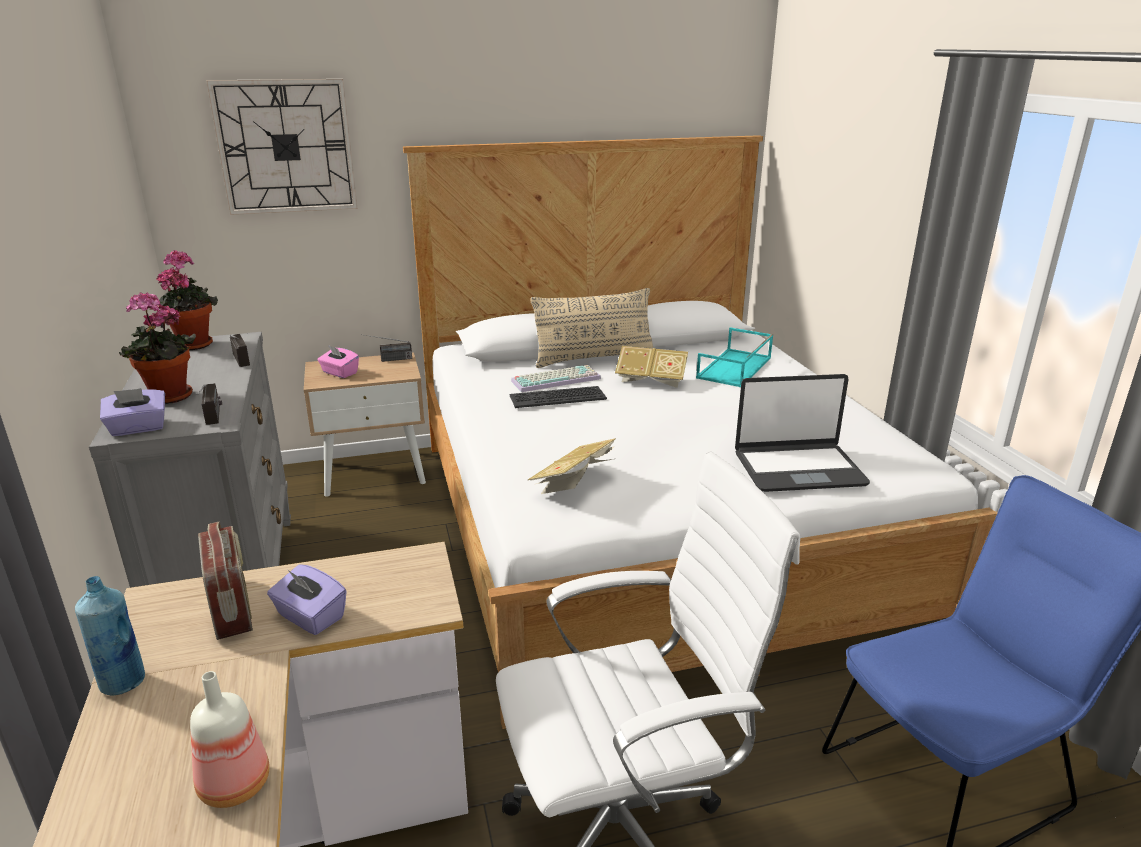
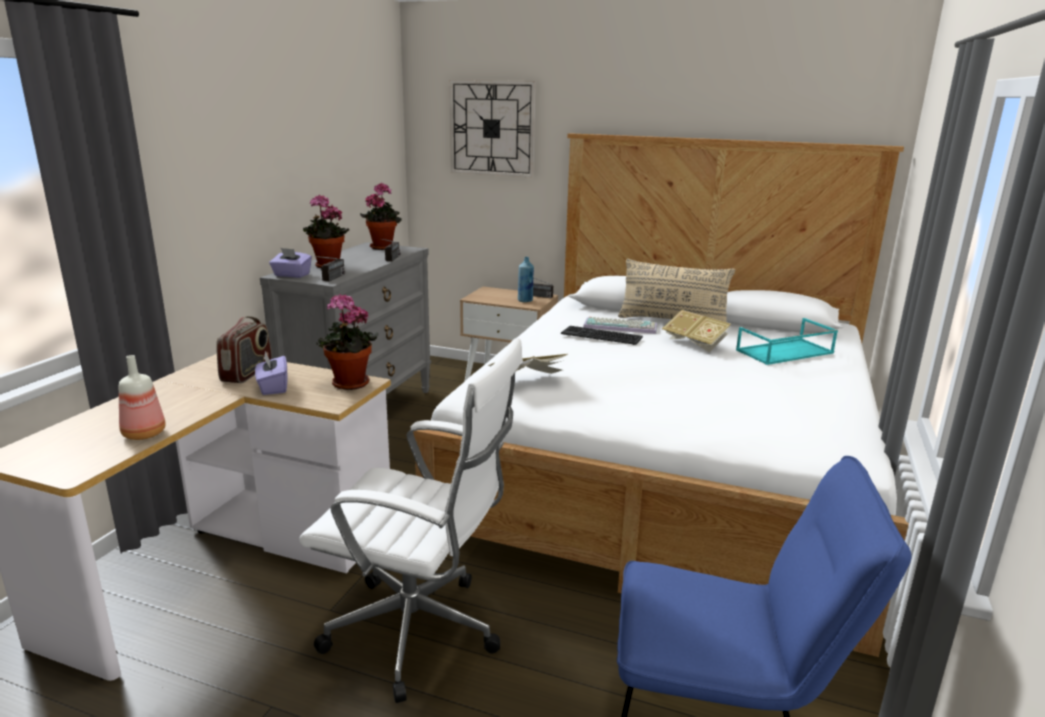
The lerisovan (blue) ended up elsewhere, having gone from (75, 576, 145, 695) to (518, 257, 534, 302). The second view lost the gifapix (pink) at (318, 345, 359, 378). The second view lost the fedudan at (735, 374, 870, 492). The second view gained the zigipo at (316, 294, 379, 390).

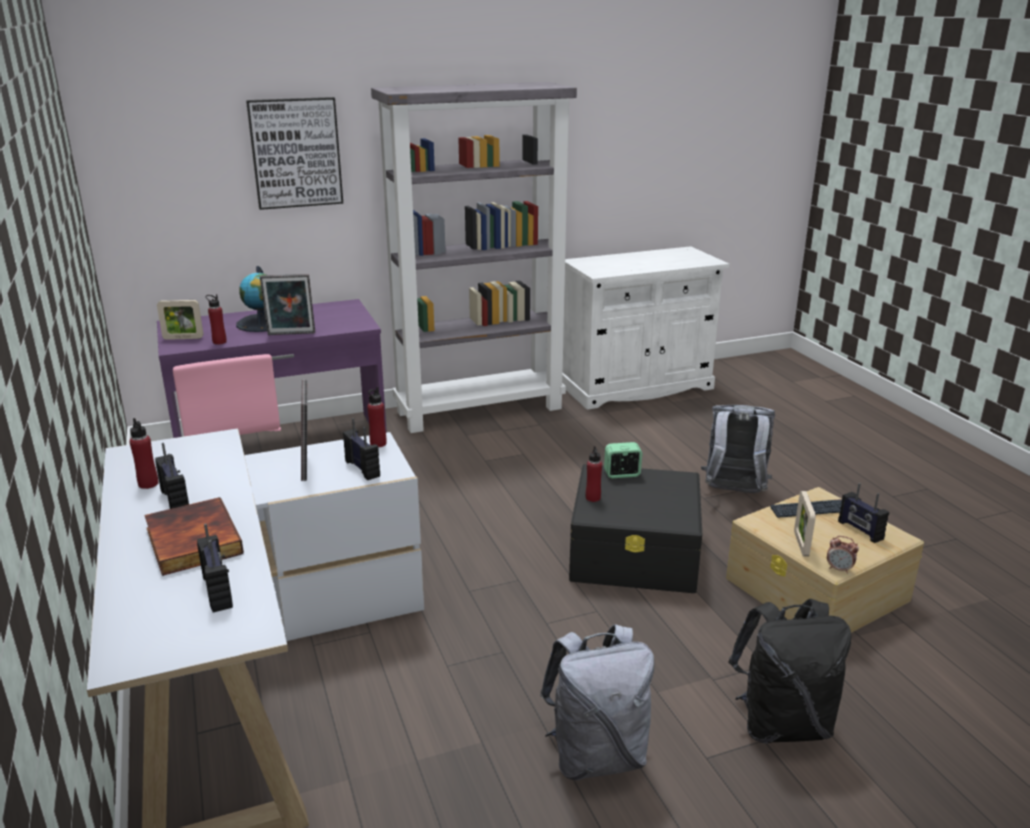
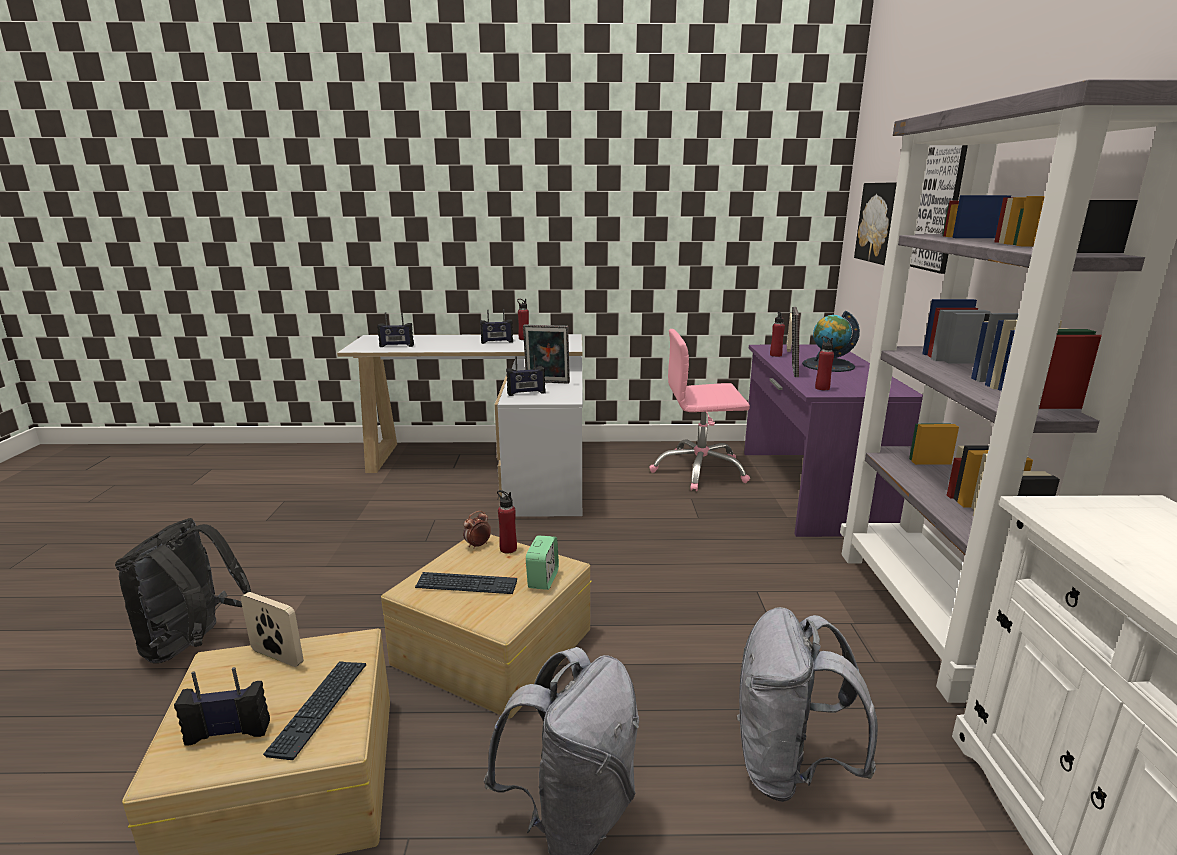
The second view lost the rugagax at (144, 497, 244, 576). The lerisovan (red) ended up elsewhere, having gone from (367, 387, 387, 447) to (815, 336, 834, 390). The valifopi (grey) ended up elsewhere, having gone from (540, 624, 654, 780) to (737, 607, 878, 802). What was the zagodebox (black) at (569, 464, 702, 593) turned into the zagodebox (beige) at (381, 535, 592, 719). The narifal ended up elsewhere, having gone from (827, 536, 859, 574) to (463, 511, 491, 549). The second view gained the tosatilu at (415, 572, 517, 594). The second view gained the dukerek at (854, 182, 897, 265).

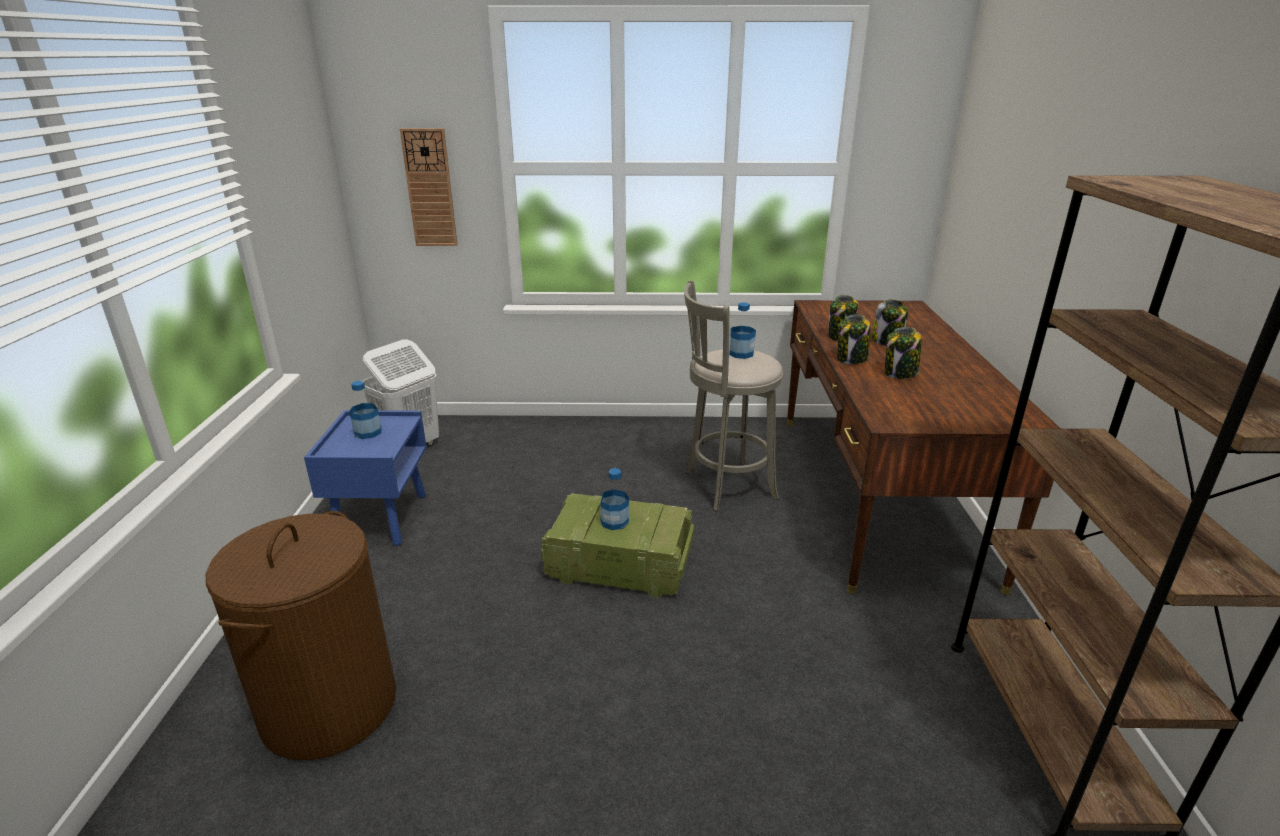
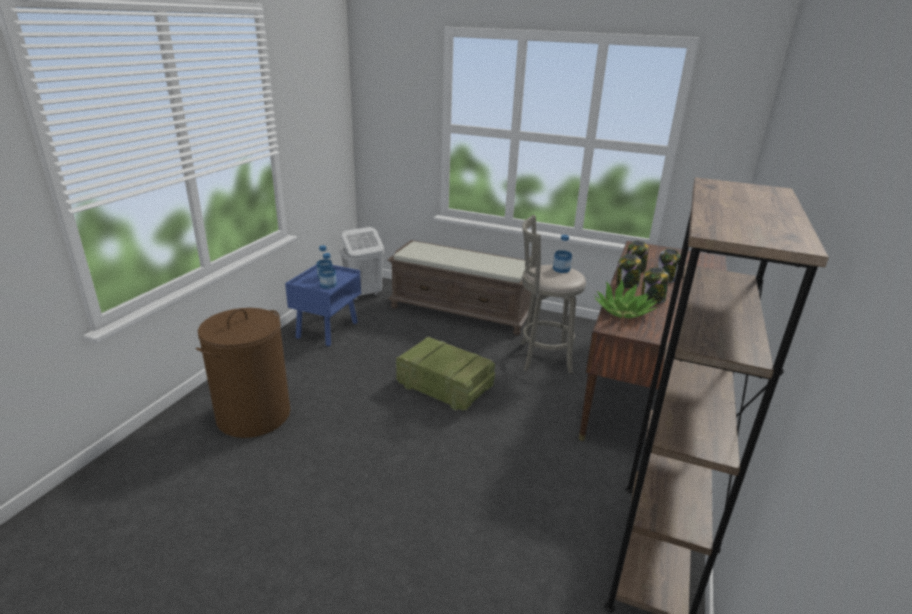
The second view lost the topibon at (400, 128, 457, 246). The lerisovan ended up elsewhere, having gone from (600, 468, 629, 530) to (319, 253, 337, 289). The second view gained the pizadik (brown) at (387, 240, 532, 335). The second view gained the zigipo at (595, 279, 657, 318).

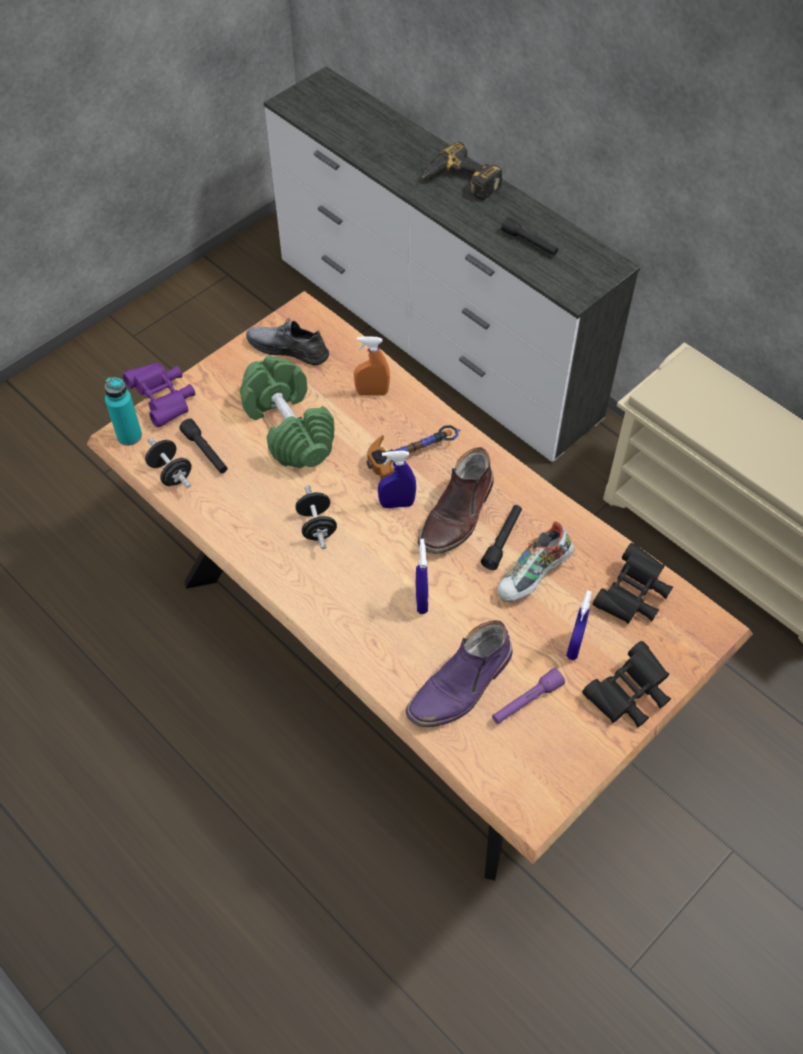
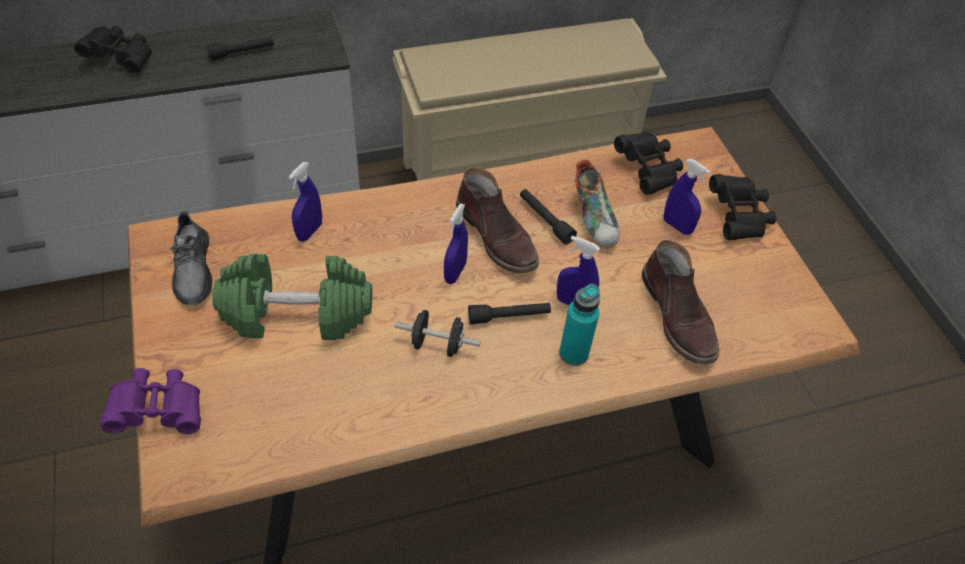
The lerisovan (turquoise) ended up elsewhere, having gone from (105, 377, 142, 446) to (559, 284, 600, 366). The second view lost the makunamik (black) at (145, 437, 192, 488). The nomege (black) ended up elsewhere, having gone from (179, 419, 228, 474) to (468, 303, 551, 325). The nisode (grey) at (246, 318, 329, 365) ended up facing another way, 60 degrees counterclockwise from before. What was the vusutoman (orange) at (354, 337, 390, 396) turned into the vusutoman (blue) at (289, 162, 322, 242). The second view lost the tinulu at (366, 425, 460, 480). What was the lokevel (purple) at (406, 620, 513, 727) turned into the lokevel (brown) at (642, 240, 719, 364). Where the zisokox stood at (421, 142, 502, 200), the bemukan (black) came to stand at (74, 26, 152, 73). The second view lost the nomege (purple) at (492, 668, 565, 724).

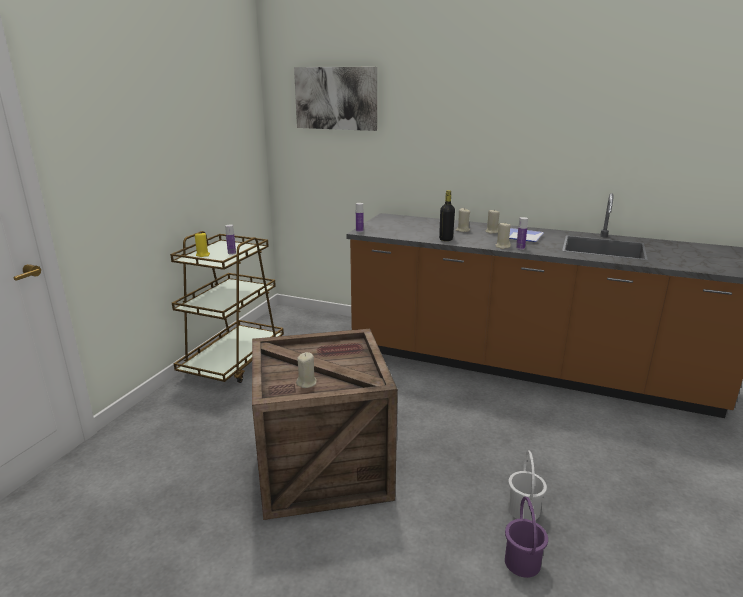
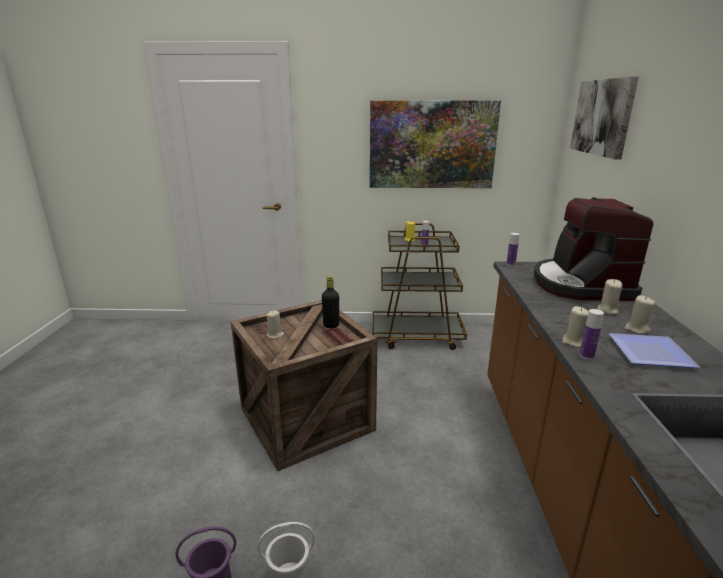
The lerisovan (black) ended up elsewhere, having gone from (439, 190, 455, 241) to (322, 276, 339, 328). The second view gained the dukerek at (370, 101, 501, 188). The second view gained the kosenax at (534, 197, 653, 301).

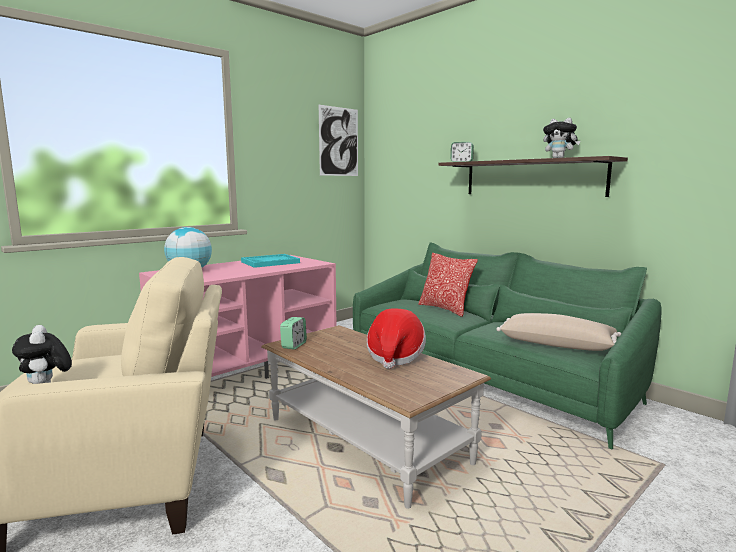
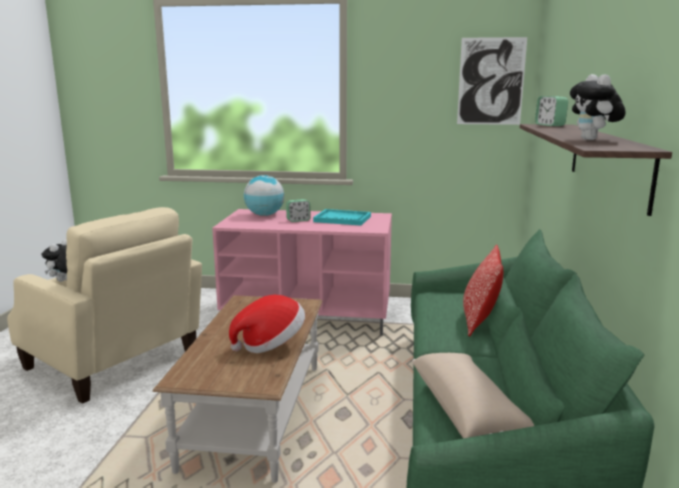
The narifal ended up elsewhere, having gone from (280, 317, 307, 349) to (286, 199, 311, 222).

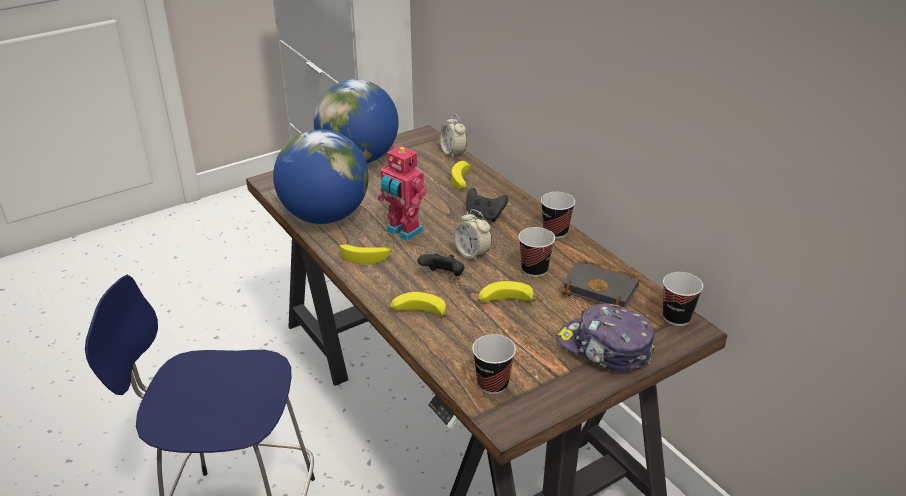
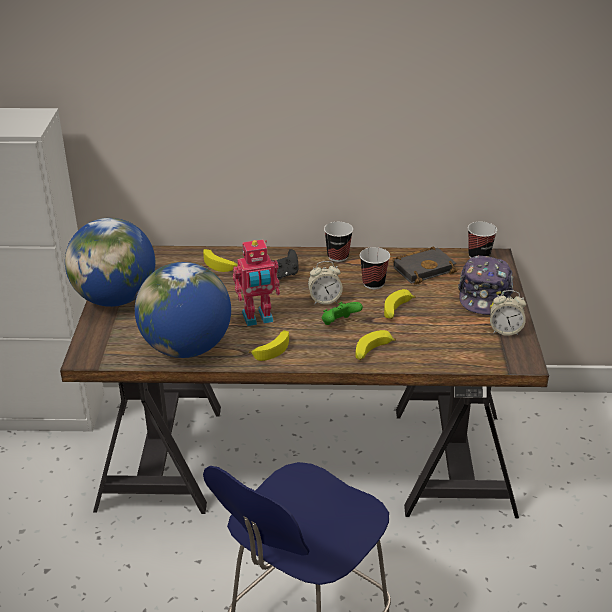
What was the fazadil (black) at (417, 254, 464, 276) turned into the fazadil (green) at (322, 302, 363, 325). The narifal ended up elsewhere, having gone from (440, 114, 467, 159) to (490, 290, 526, 336). The second view lost the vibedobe at (472, 334, 516, 394). The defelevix at (557, 304, 655, 372) ended up facing another way, 60 degrees counterclockwise from before.

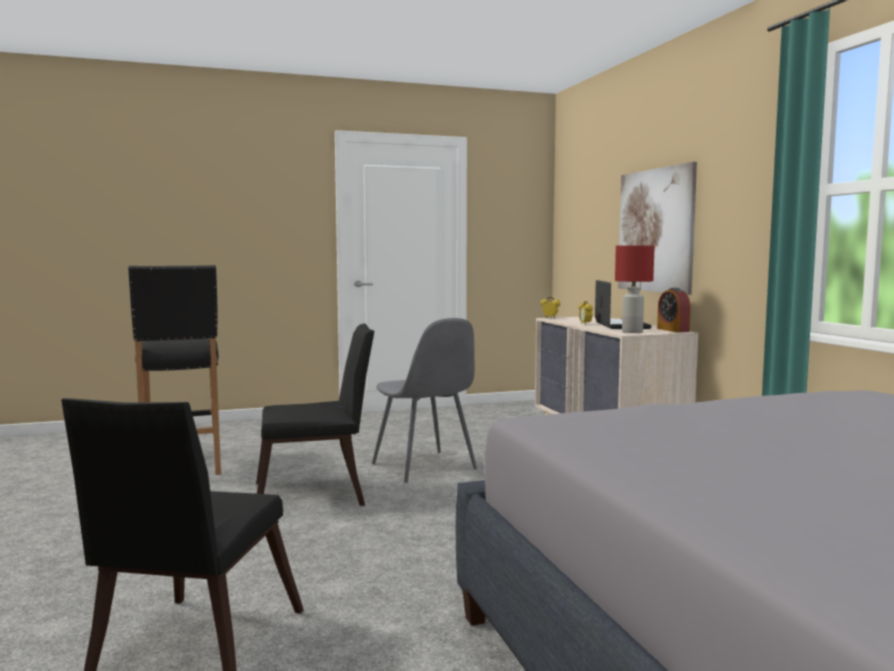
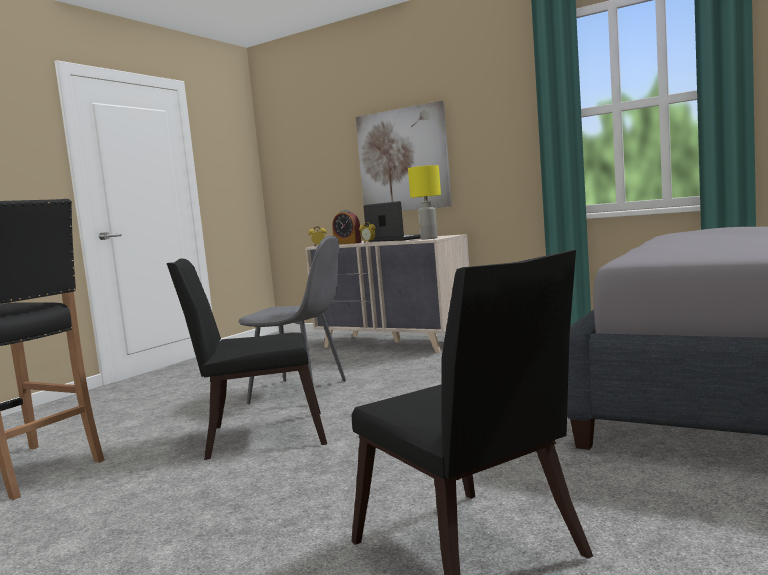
The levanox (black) at (256, 324, 374, 506) ended up facing another way, 135 degrees counterclockwise from before. What was the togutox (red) at (615, 245, 655, 333) turned into the togutox (yellow) at (408, 165, 441, 239). The narifal ended up elsewhere, having gone from (657, 288, 691, 332) to (332, 210, 362, 245).

